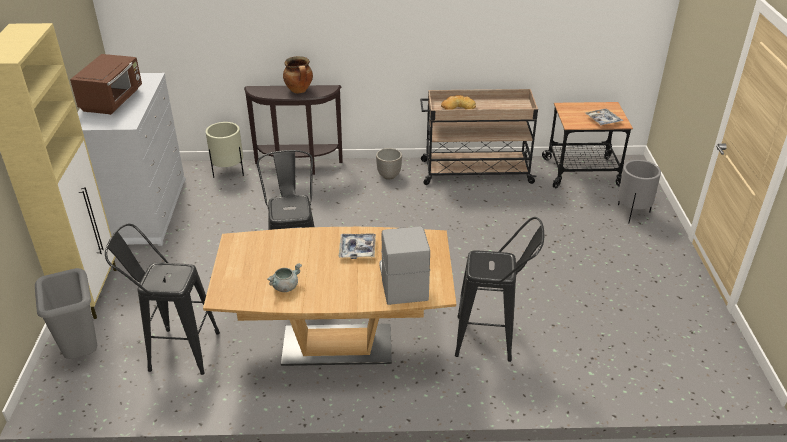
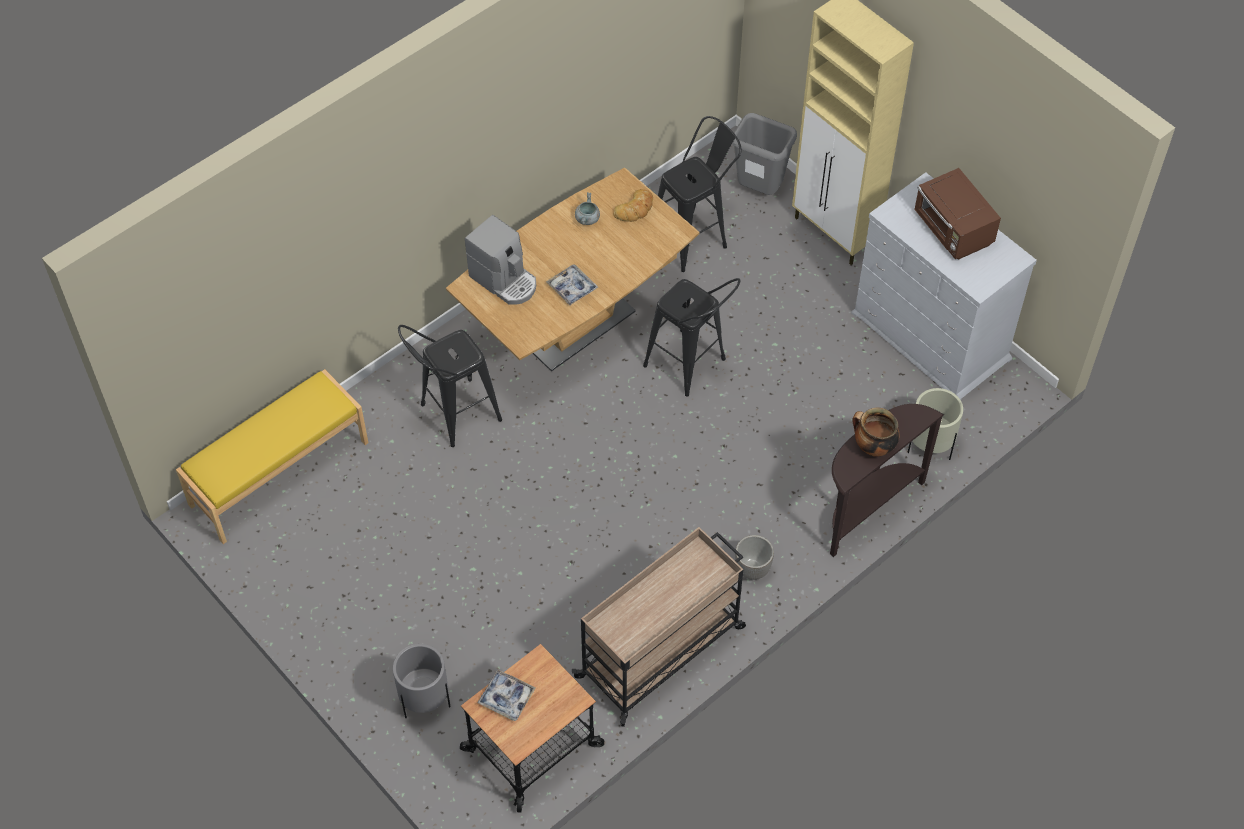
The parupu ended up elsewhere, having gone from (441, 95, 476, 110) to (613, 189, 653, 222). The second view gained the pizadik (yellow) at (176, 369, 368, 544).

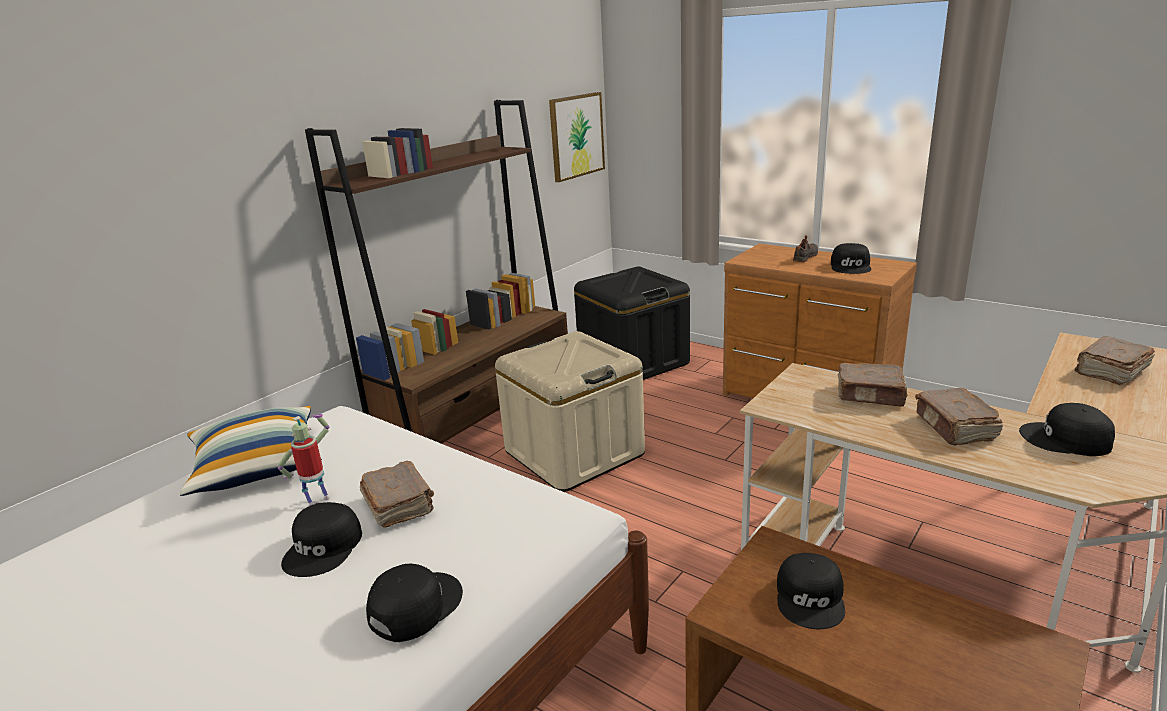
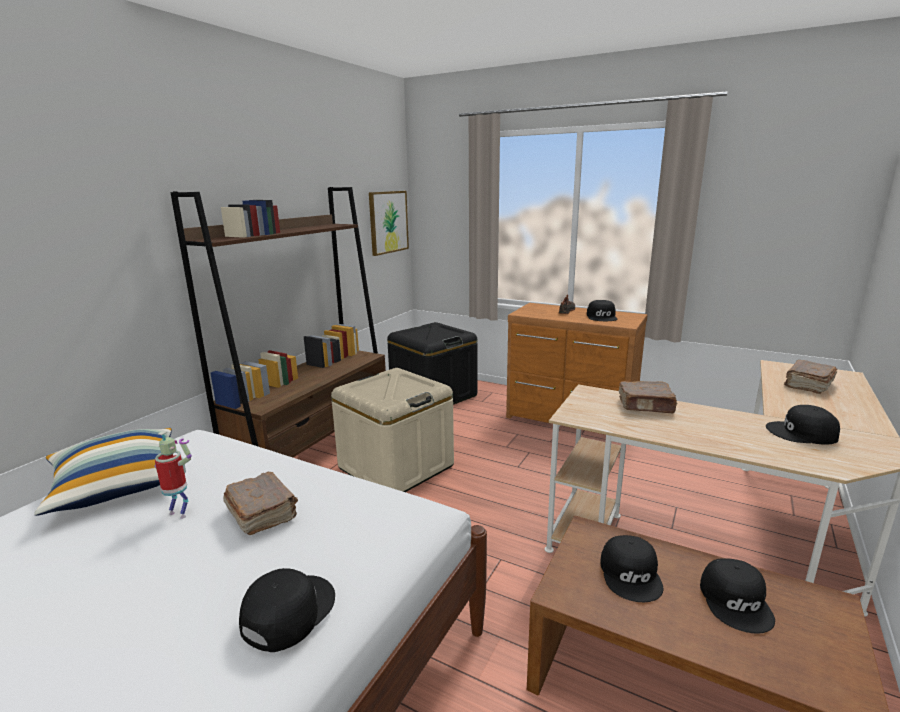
The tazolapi at (278, 414, 330, 507) ended up facing another way, 75 degrees clockwise from before. The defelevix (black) ended up elsewhere, having gone from (281, 502, 362, 577) to (700, 558, 775, 634). The second view lost the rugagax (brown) at (915, 388, 1003, 446).

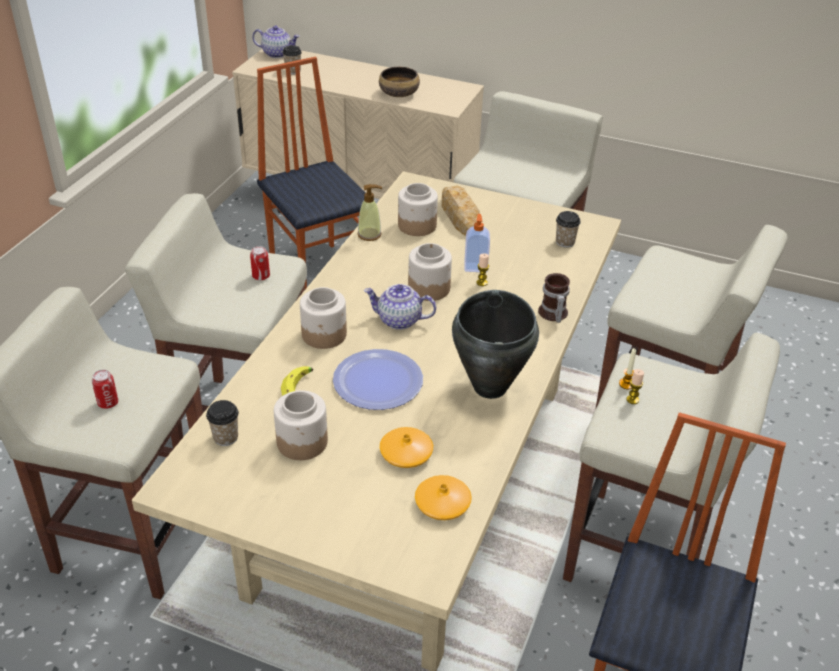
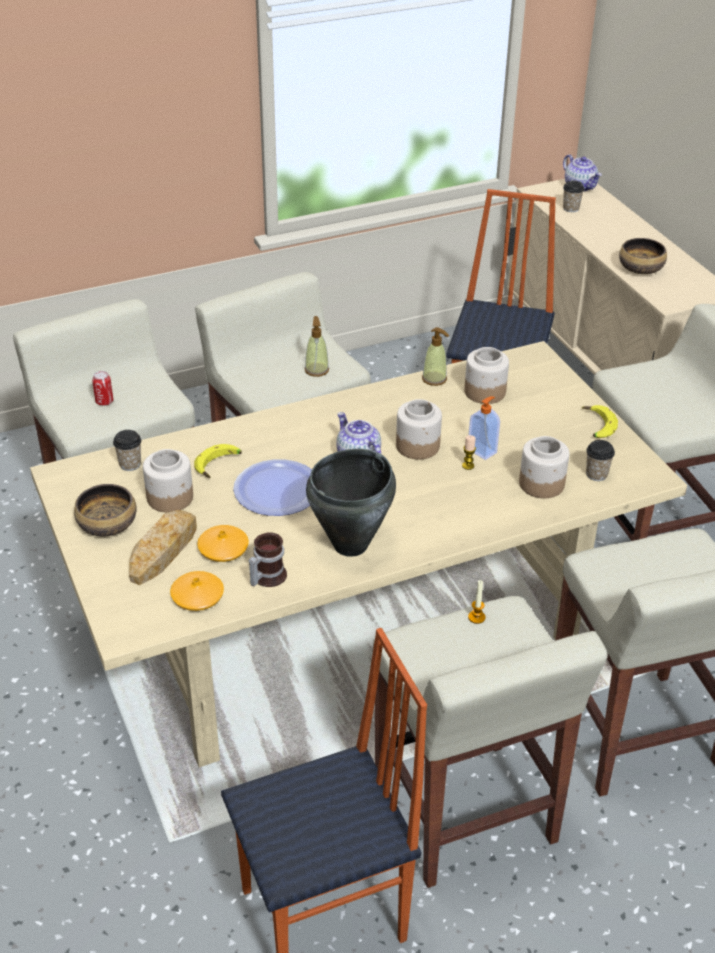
Where the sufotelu stood at (250, 246, 270, 280), the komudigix came to stand at (305, 316, 329, 377). The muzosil ended up elsewhere, having gone from (300, 287, 347, 349) to (519, 436, 569, 498). The parupu ended up elsewhere, having gone from (441, 186, 480, 236) to (129, 510, 197, 585). The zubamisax ended up elsewhere, having gone from (538, 273, 570, 323) to (248, 533, 287, 587). The second view lost the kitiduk at (626, 369, 644, 404). The second view gained the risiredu at (74, 484, 137, 537). The second view gained the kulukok at (582, 405, 618, 438).

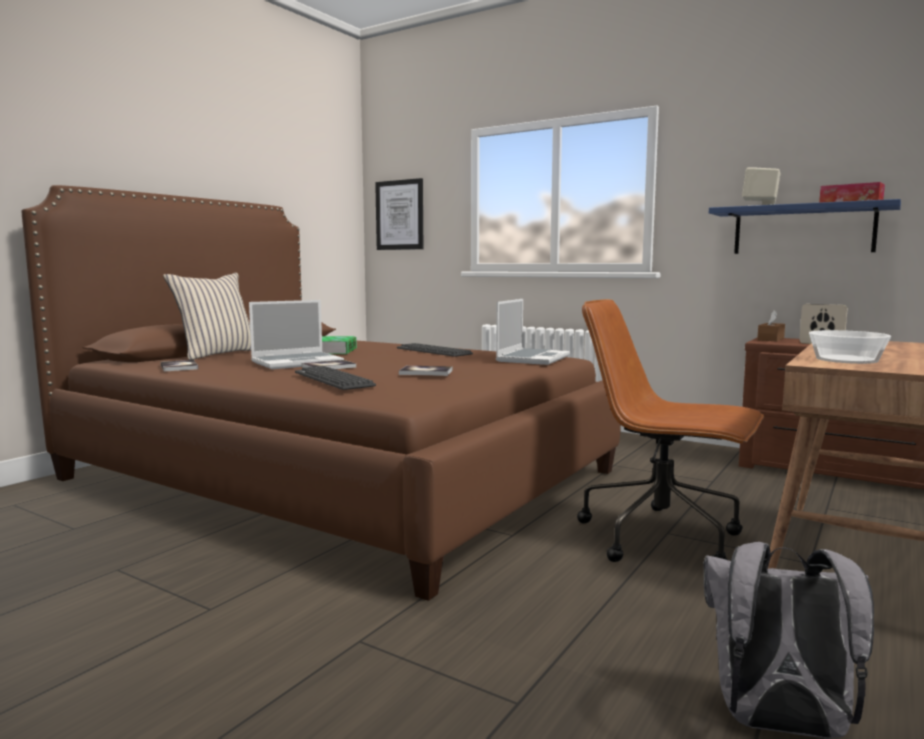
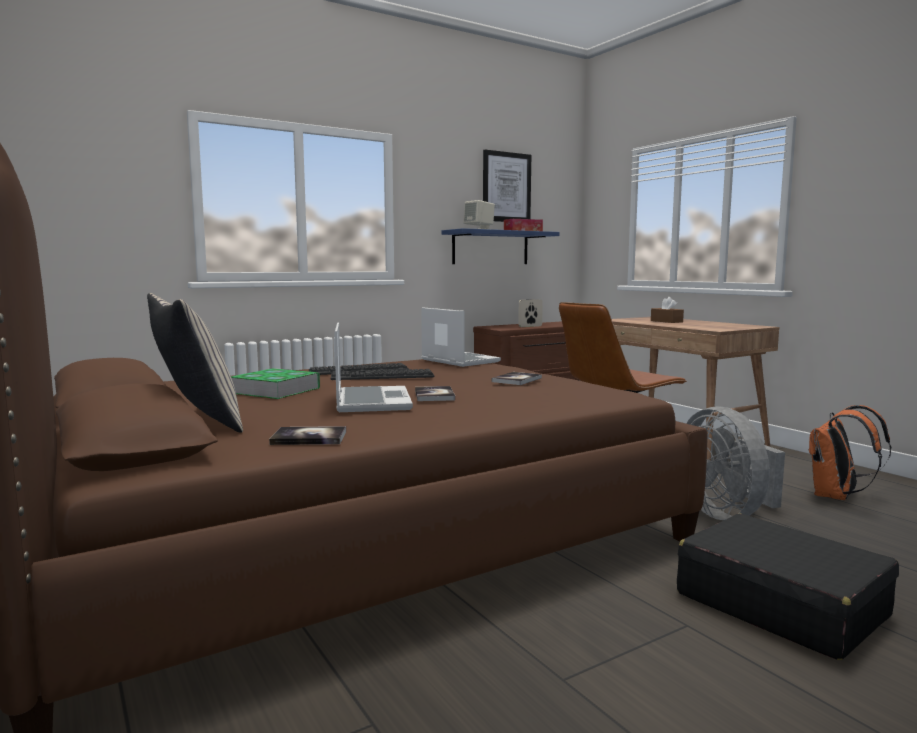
The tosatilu ended up elsewhere, having gone from (295, 366, 376, 390) to (331, 369, 435, 380). The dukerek ended up elsewhere, having gone from (375, 178, 423, 250) to (483, 150, 531, 222). What was the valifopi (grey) at (704, 542, 874, 739) turned into the valifopi (orange) at (809, 405, 891, 500). The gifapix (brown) ended up elsewhere, having gone from (757, 310, 785, 341) to (651, 297, 684, 323). The second view lost the risiredu at (809, 330, 891, 364). The second view gained the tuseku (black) at (677, 514, 899, 660). The second view gained the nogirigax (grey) at (686, 406, 785, 520).

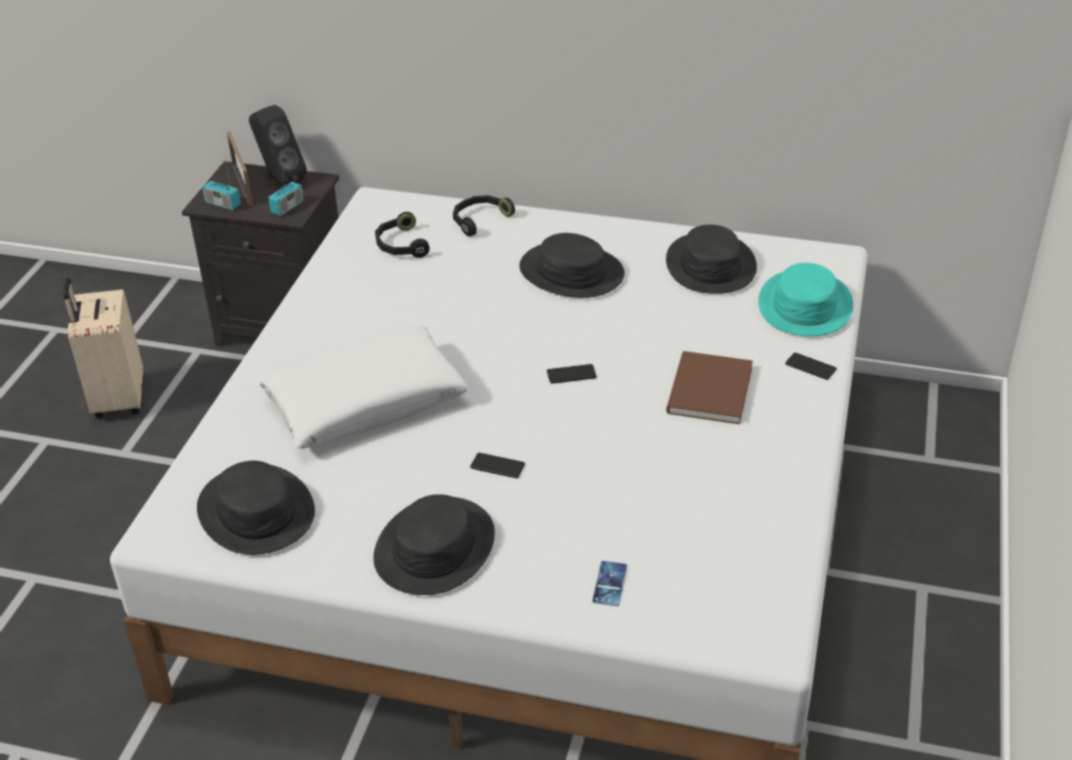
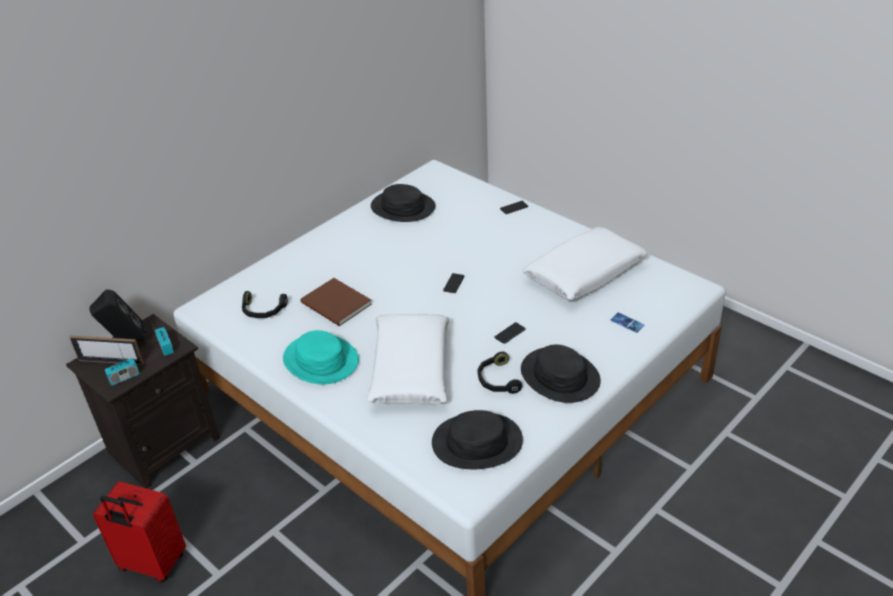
What was the tuseku (beige) at (63, 278, 143, 418) turned into the tuseku (red) at (93, 481, 186, 583). The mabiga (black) ended up elsewhere, having gone from (453, 195, 515, 237) to (477, 352, 522, 394). The second view lost the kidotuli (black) at (519, 233, 625, 298). The rugagax (brown) ended up elsewhere, having gone from (666, 351, 753, 424) to (301, 278, 372, 326). The kidotuli (turquoise) ended up elsewhere, having gone from (758, 263, 853, 336) to (283, 330, 359, 385). The second view gained the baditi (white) at (523, 227, 648, 300).

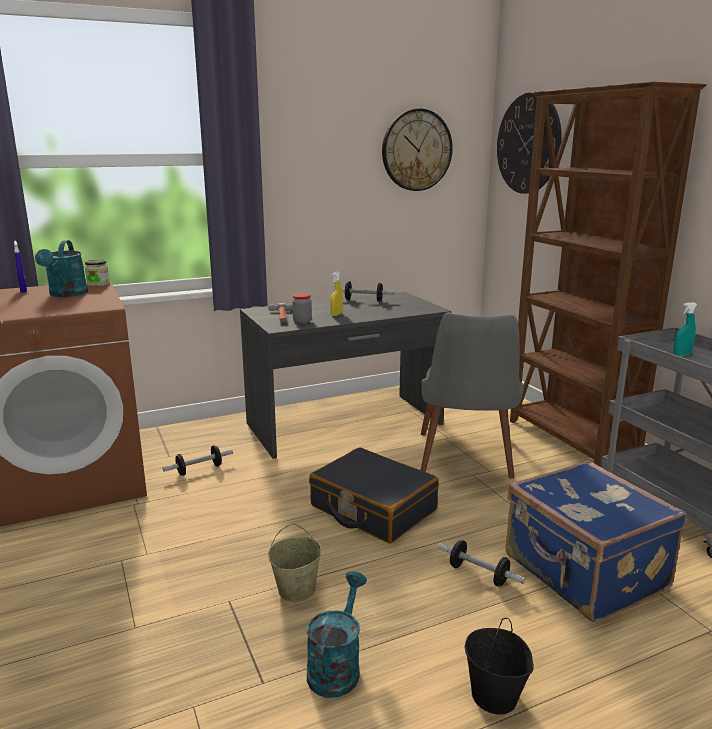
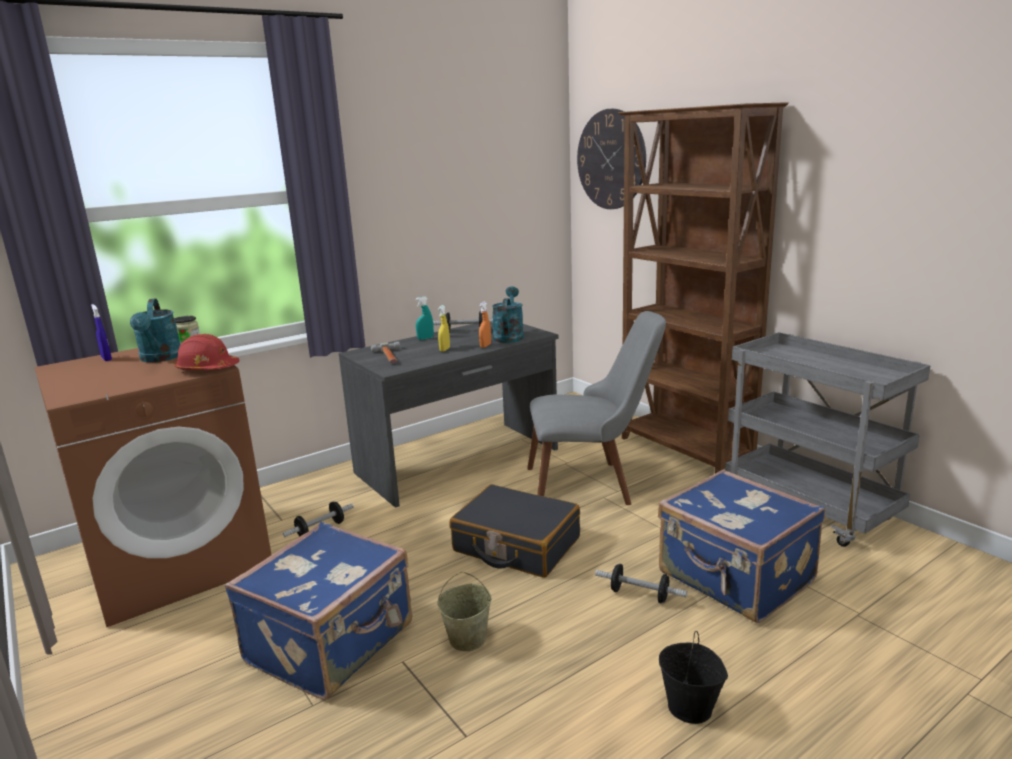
The second view lost the muzosil at (292, 293, 312, 324). The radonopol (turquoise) ended up elsewhere, having gone from (307, 571, 367, 698) to (492, 286, 524, 343). The second view lost the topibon at (382, 108, 453, 191). The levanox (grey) at (421, 313, 524, 479) ended up facing another way, 90 degrees counterclockwise from before. The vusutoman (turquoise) ended up elsewhere, having gone from (673, 302, 697, 356) to (415, 296, 434, 340). The second view gained the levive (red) at (175, 334, 240, 370). The second view gained the tuseku (blue) at (225, 522, 412, 700). The second view gained the vusutoman (orange) at (479, 302, 491, 348).

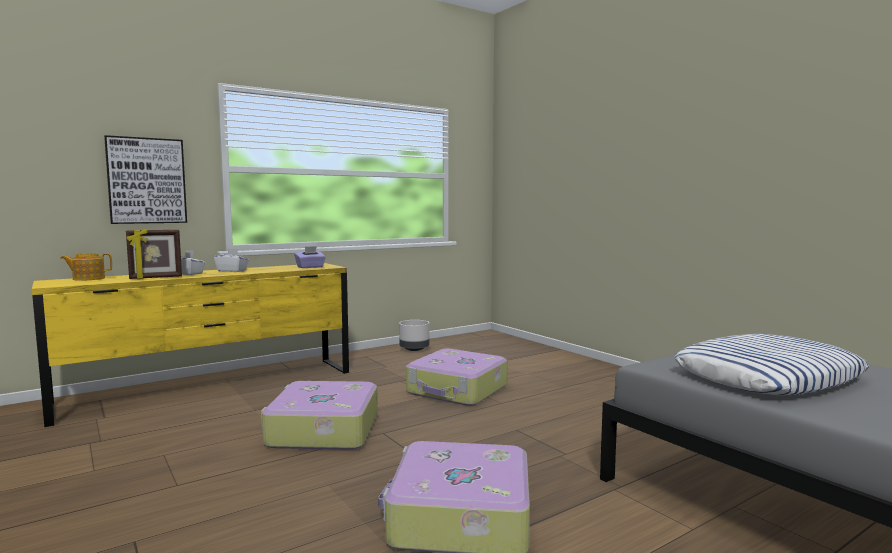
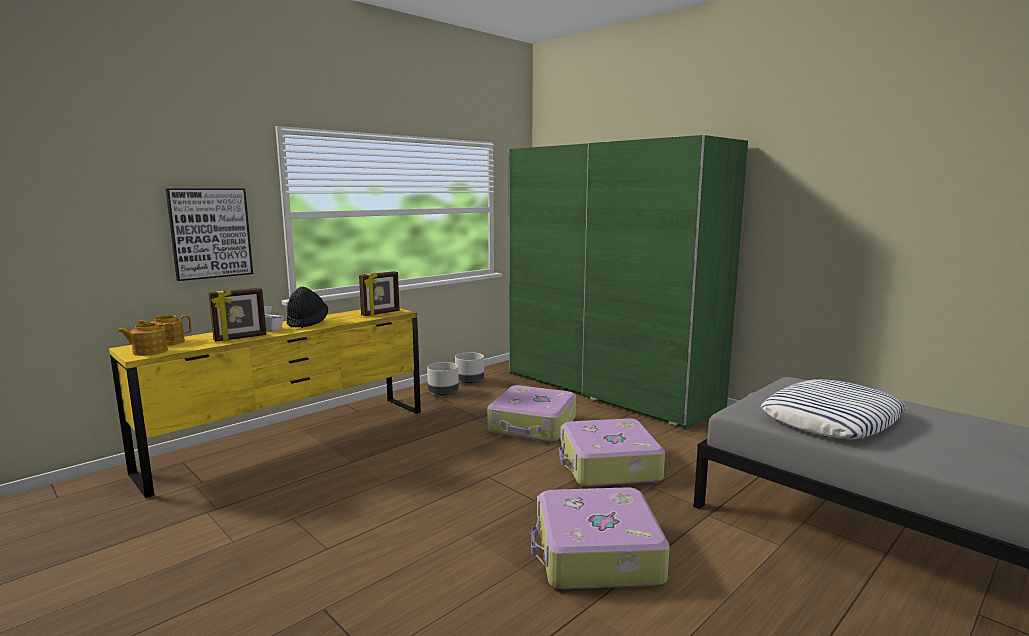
Where the gifapix (white) stood at (214, 248, 249, 272), the kidotuli (black) came to stand at (287, 287, 328, 328). The tuseku ended up elsewhere, having gone from (261, 381, 378, 450) to (559, 418, 665, 486). Where the gifapix (purple) stood at (294, 246, 326, 268), the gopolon came to stand at (359, 271, 400, 316). The second view gained the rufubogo at (118, 323, 175, 356). The second view gained the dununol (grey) at (427, 362, 459, 396). The second view gained the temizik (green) at (509, 135, 748, 430).

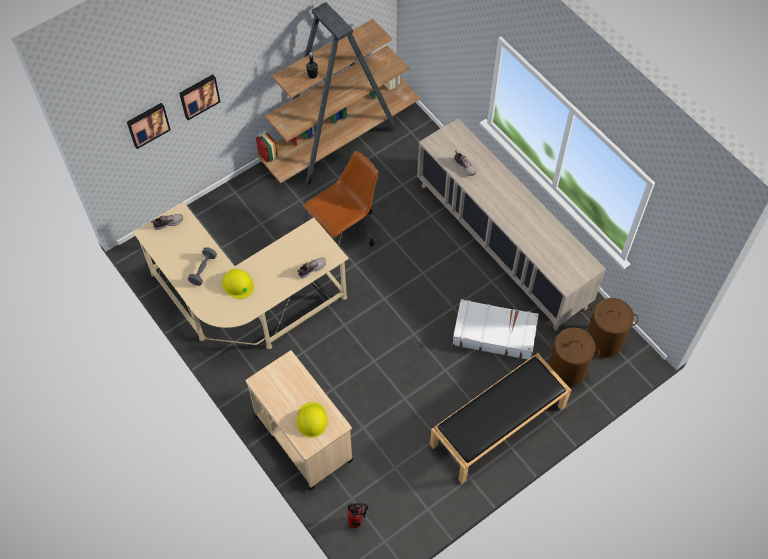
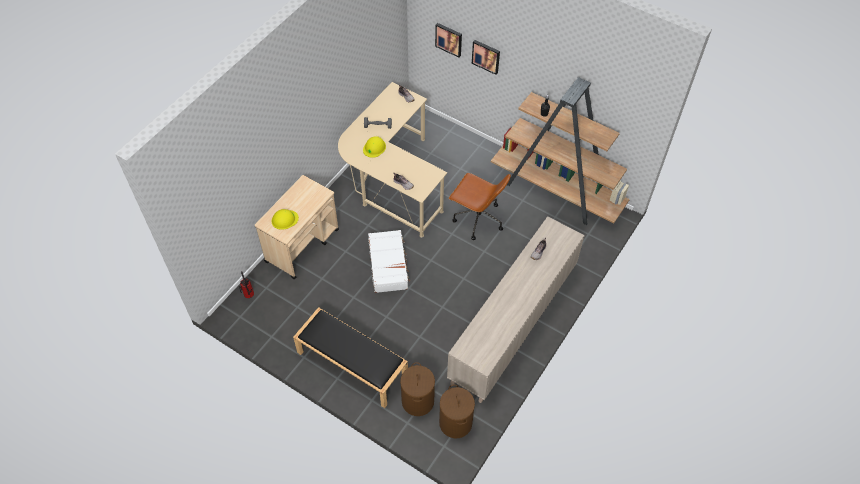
The tuseku (white) ended up elsewhere, having gone from (452, 299, 539, 360) to (368, 230, 410, 293).

